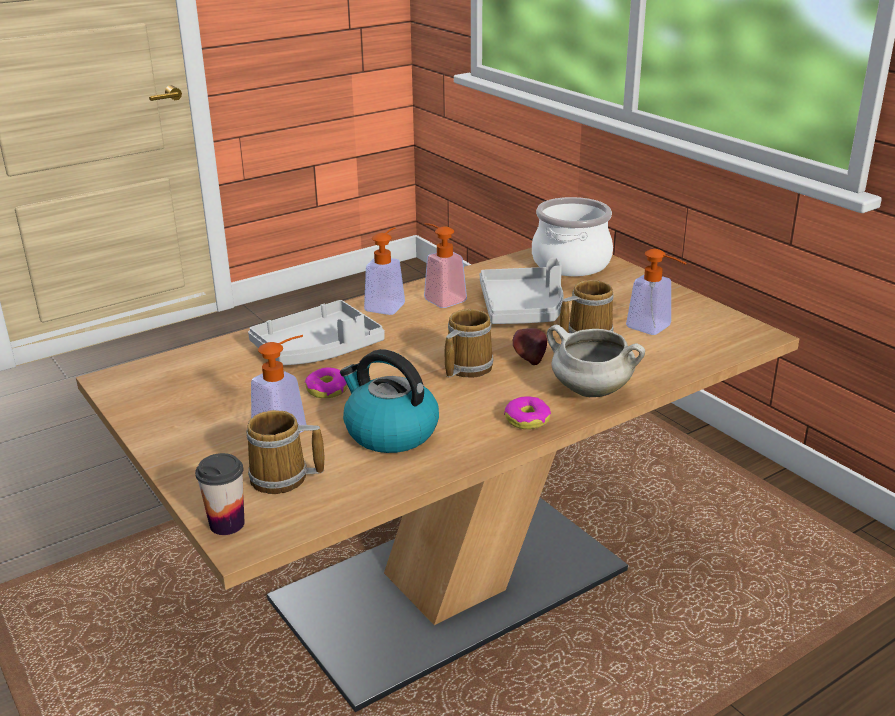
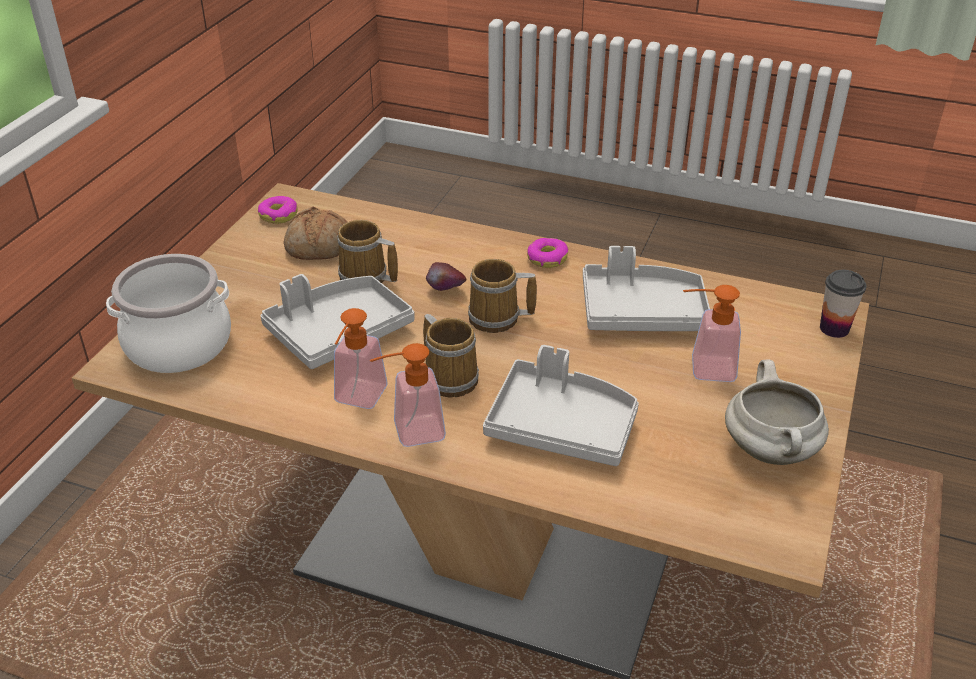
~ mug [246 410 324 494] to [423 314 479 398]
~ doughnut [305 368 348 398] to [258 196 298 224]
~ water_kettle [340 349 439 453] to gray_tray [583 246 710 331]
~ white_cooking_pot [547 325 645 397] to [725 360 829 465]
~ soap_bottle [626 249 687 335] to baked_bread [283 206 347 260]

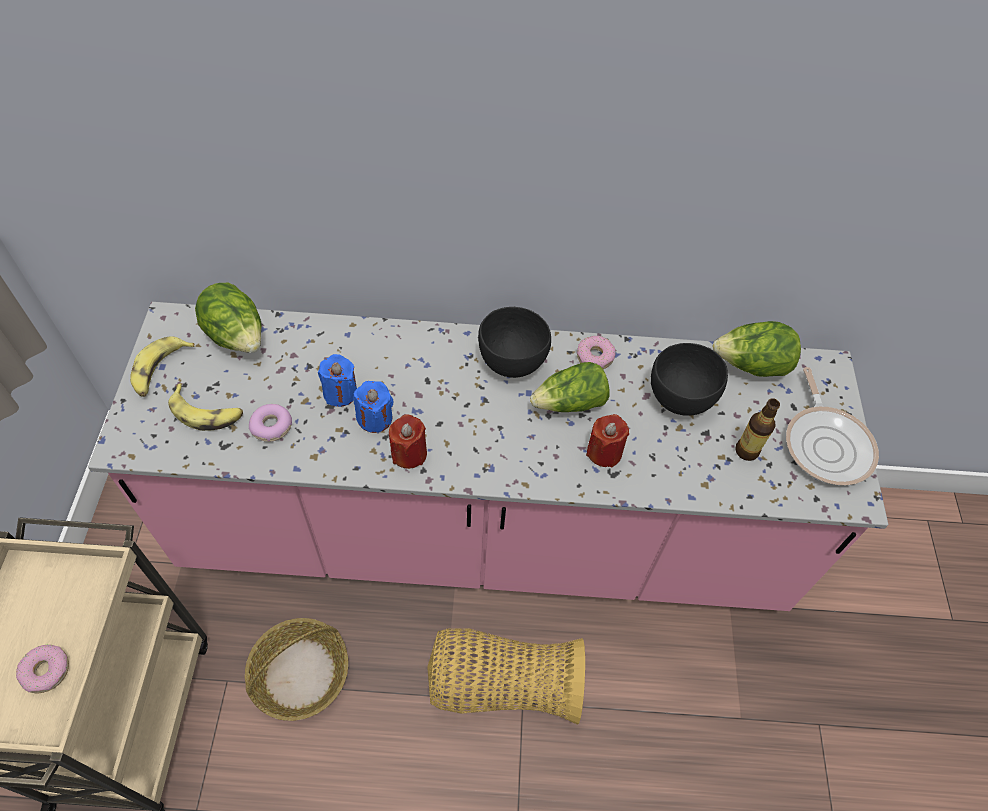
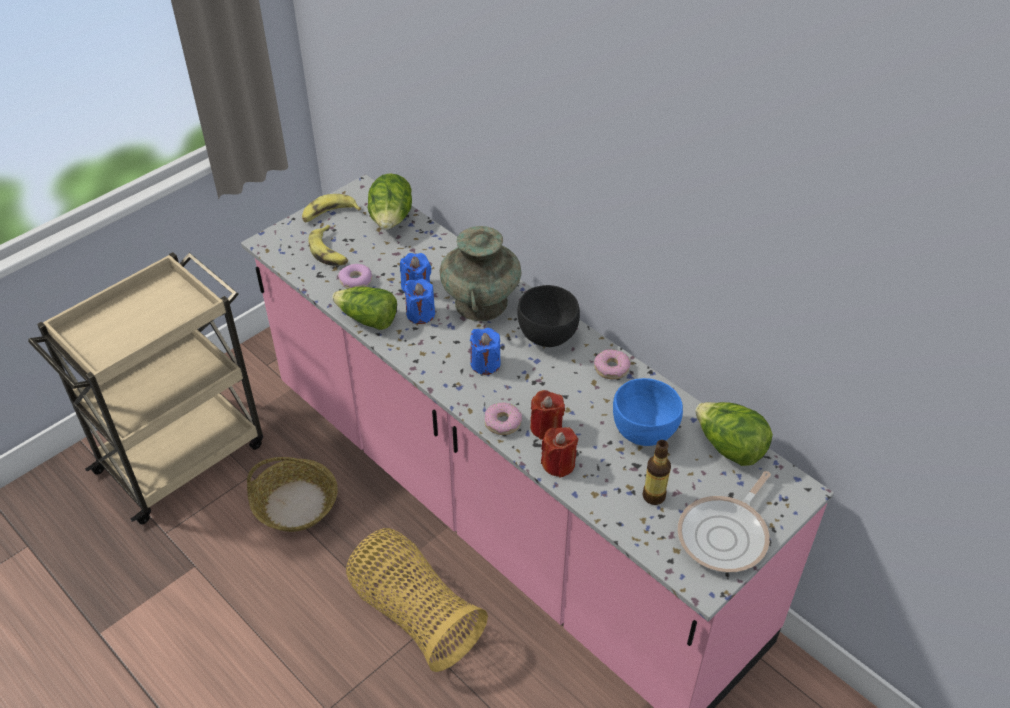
~ doughnut [16 645 69 693] to [485 402 522 435]
~ red-coloured_candle [389 414 427 469] to [541 427 578 478]
~ lettuce_head [530 362 610 412] to [332 287 397 330]
~ blackish_serving_bowl [651 343 728 416] to blue_serving_bowl [613 378 683 446]
+ turquoise_flower_vase [439 226 521 321]
+ blue_candle [470 328 501 375]

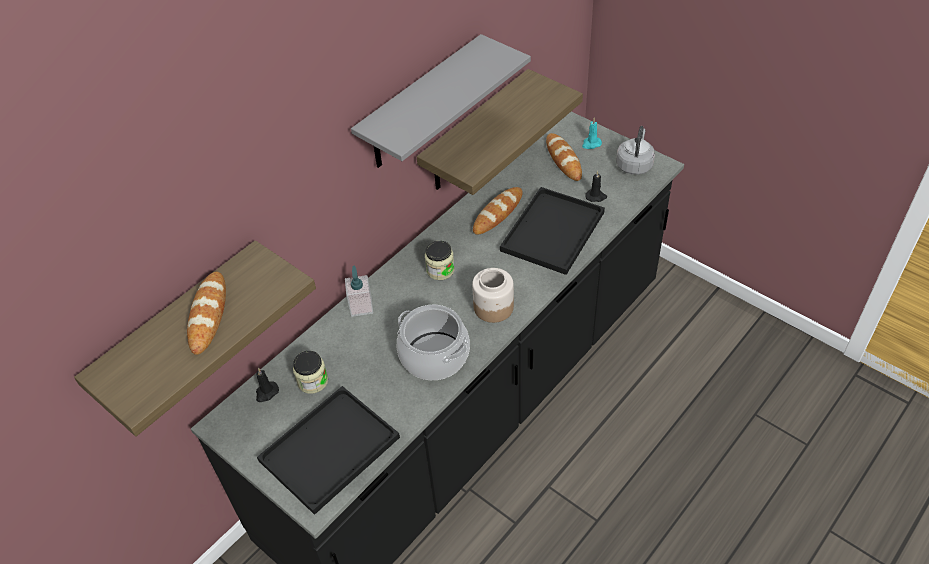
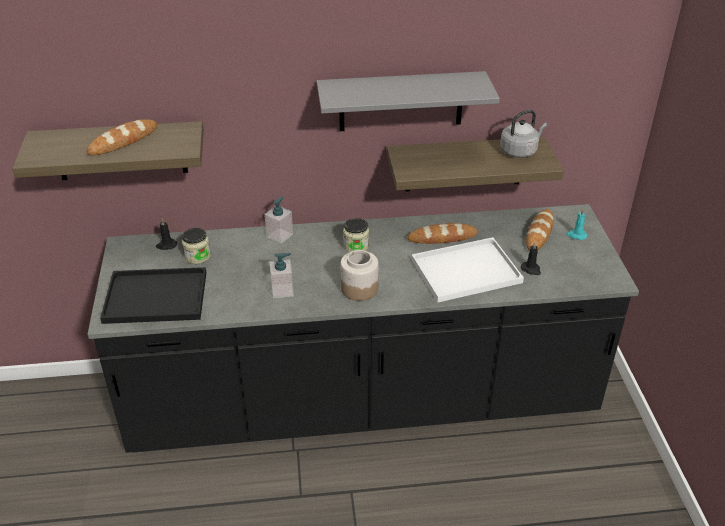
~ cooking_pot [397 305 470 380] to soap_bottle [269 253 294 299]
~ blackish_tray [500 187 605 275] to white_tray [411 237 524 303]
~ gray_water_kettle [616 126 655 175] to [500 110 547 158]

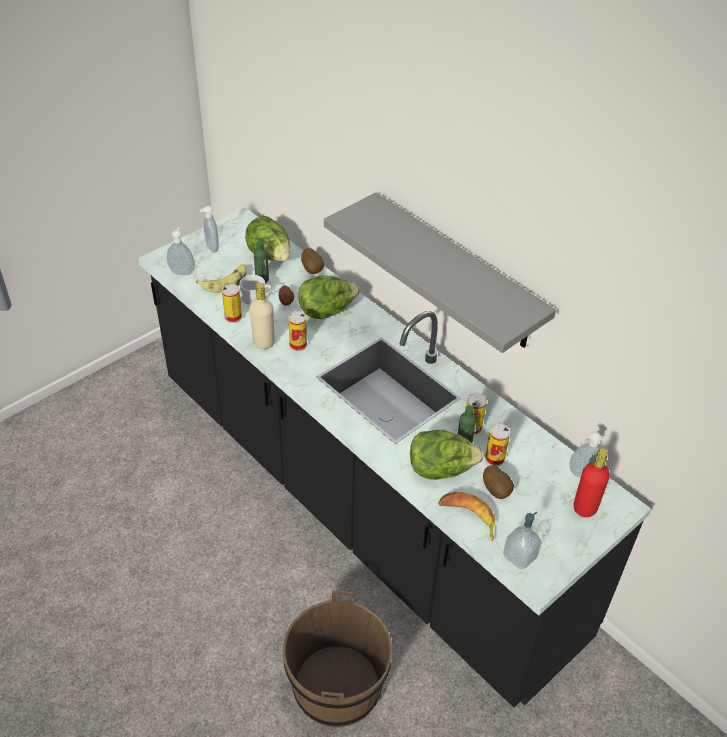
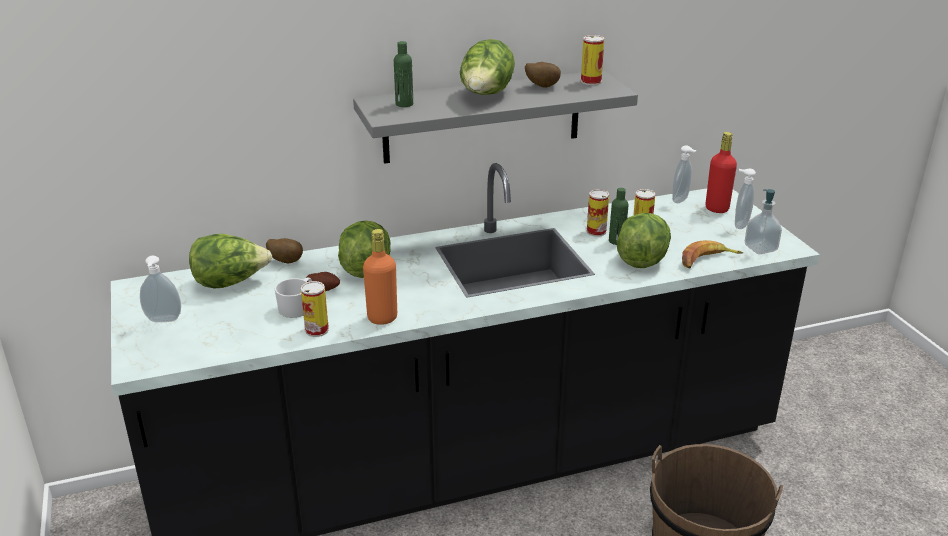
~ soap_bottle [167 228 195 275] to [735 169 756 229]
- whole_banana [196 264 246 293]
~ beige-coloured_drink_bottle [250 283 275 349] to orange-coloured_drink_bottle [363 229 397 325]
~ green-coloured_drink_bottle [254 240 269 283] to [394 41 413 107]
~ sealed_can [288 311 307 351] to [581 35 604 85]
~ potato [483 465 514 499] to [525 62 561 88]
+ lettuce_head [460 39 515 95]

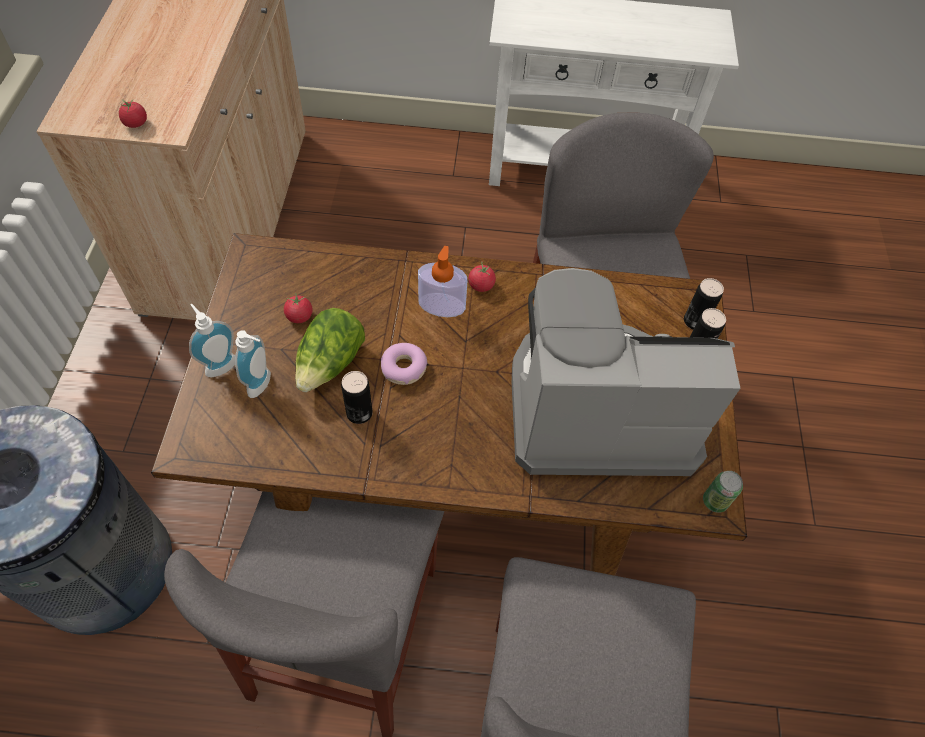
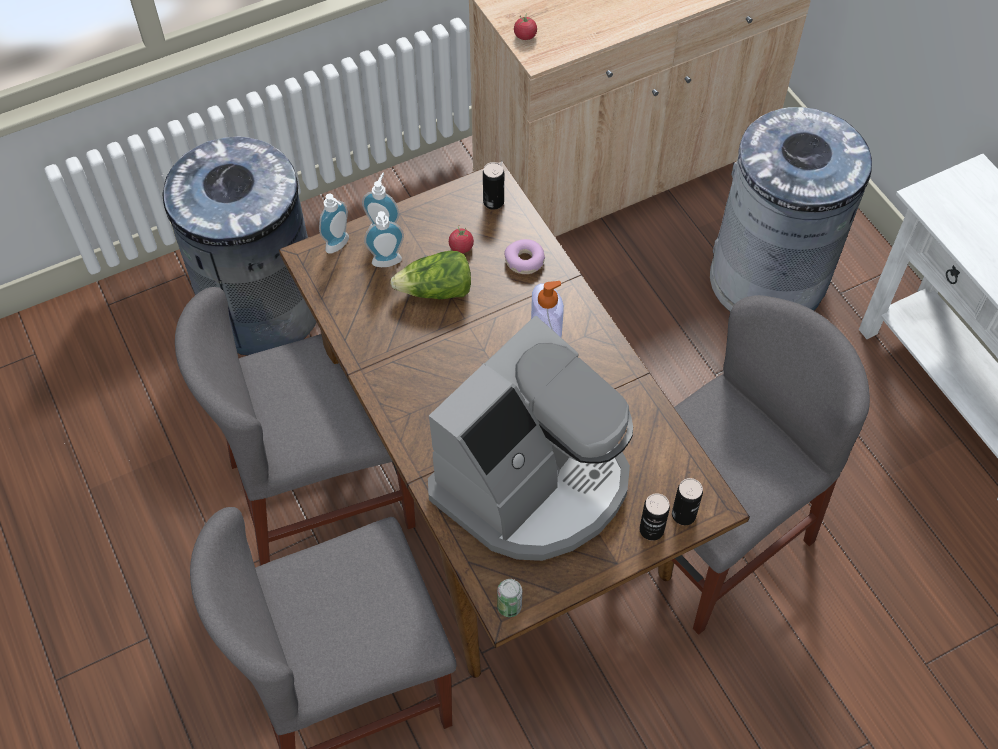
~ sealed_can [341 371 372 424] to [483 162 504 210]
~ doughnut [381 343 428 385] to [504 239 545 274]
- whole_tomato [469 261 496 292]
~ coffee_maker [512 268 741 476] = [428 316 633 561] 75 degrees clockwise
+ soap_bottle [319 193 349 254]
+ gray_rubbish_bin [710 107 872 311]

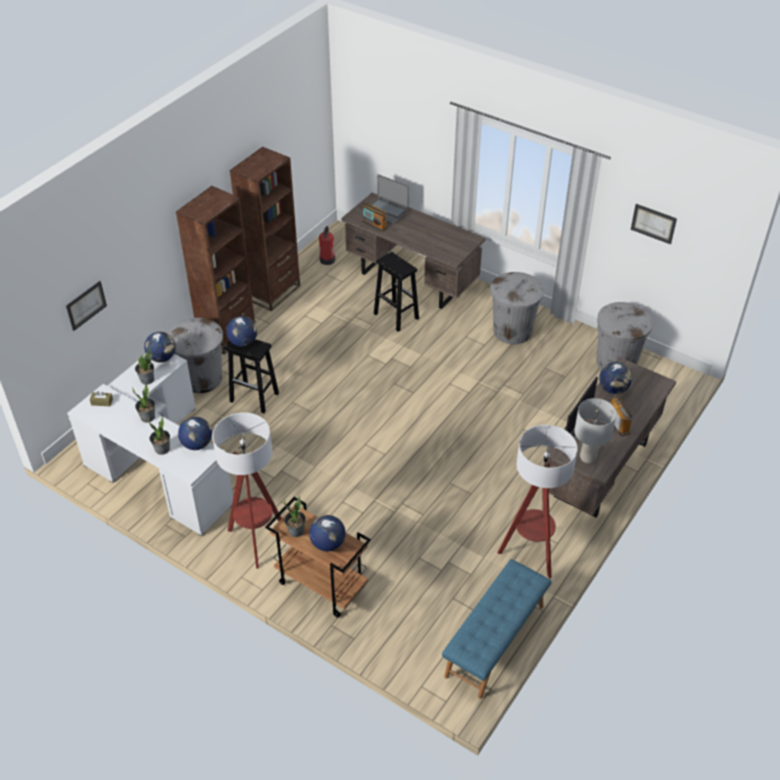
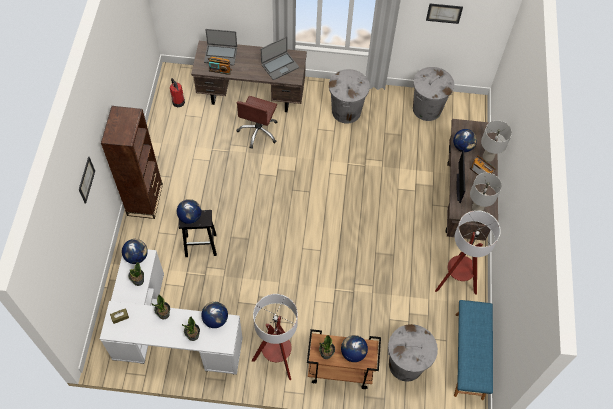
~ wall_picture [66 281 107 331] to [79 157 95 204]
~ gray_rubbish_bin [168 318 223 393] to [388 324 438 382]
- brown_bookshelf [230 147 300 311]
~ blackish_sitting_stool [374 252 419 332] to brown_office_chair [237 96 277 149]
+ portable_computer [261 37 299 80]
+ gray_table_lamp [481 120 512 162]

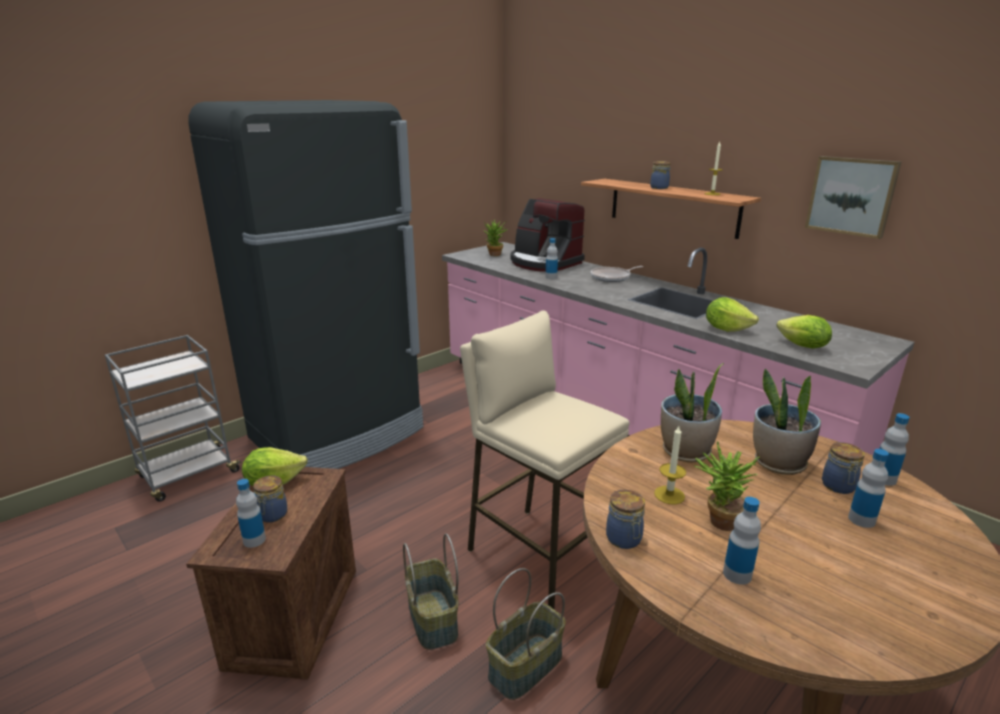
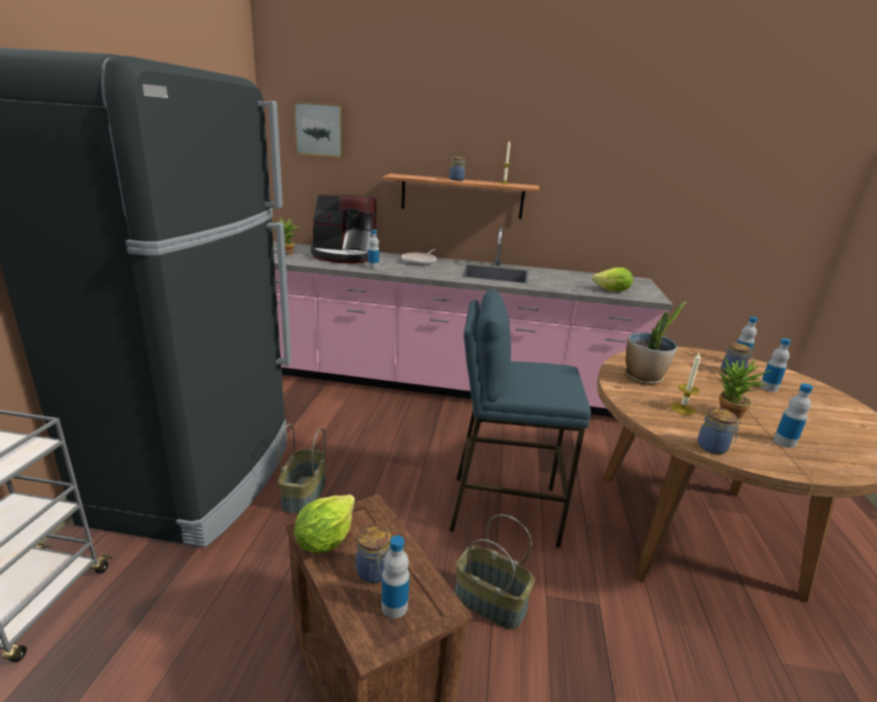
~ beige-coloured_sitting_stool [460 310 630 609] to blue_sitting_stool [450 288 591 548]
~ basket [486 568 566 700] to [278 424 326 514]
- lettuce_head [706 297 759 332]
- houseplant [753 369 821 475]
~ wall_picture [805 156 902 239] to [293 101 344 158]

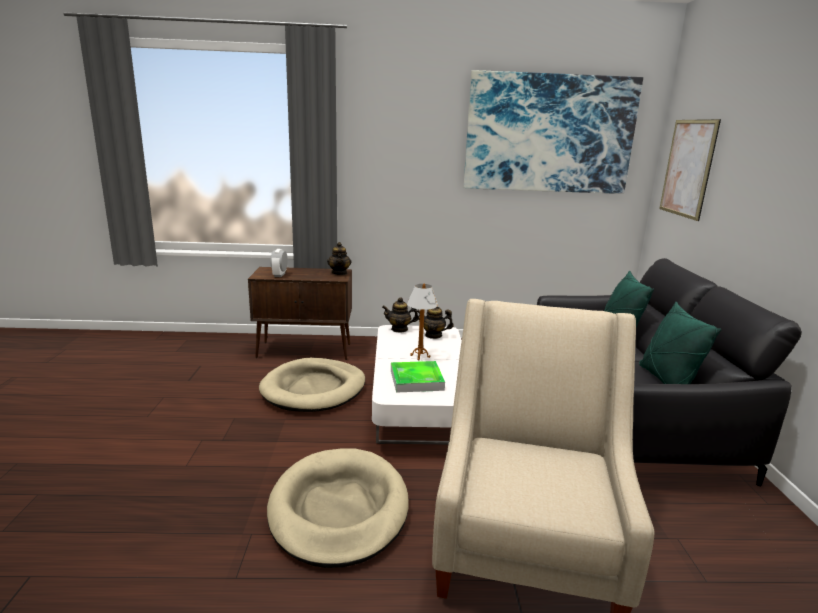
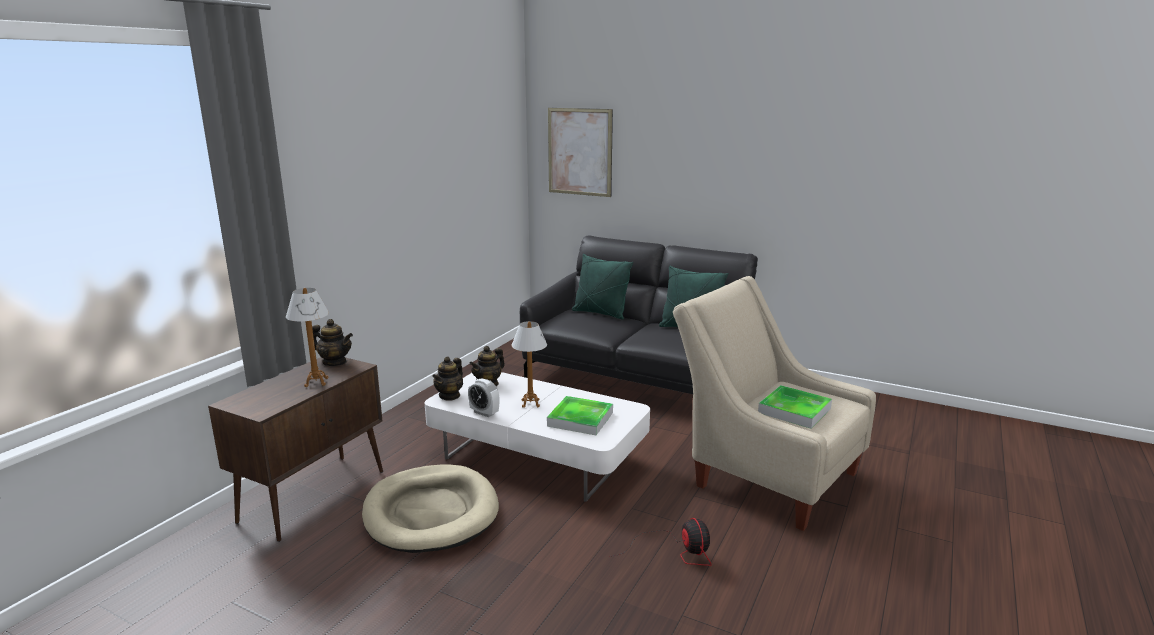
~ beige-coloured_dog_bed [267 448 409 568] to cooling_fan [613 518 712 566]
~ bedside_clock [270 249 288 277] to [468 378 499 417]
- wall_picture [464 70 643 194]
+ table_lamp [286 288 329 387]
+ tray [758 385 832 429]

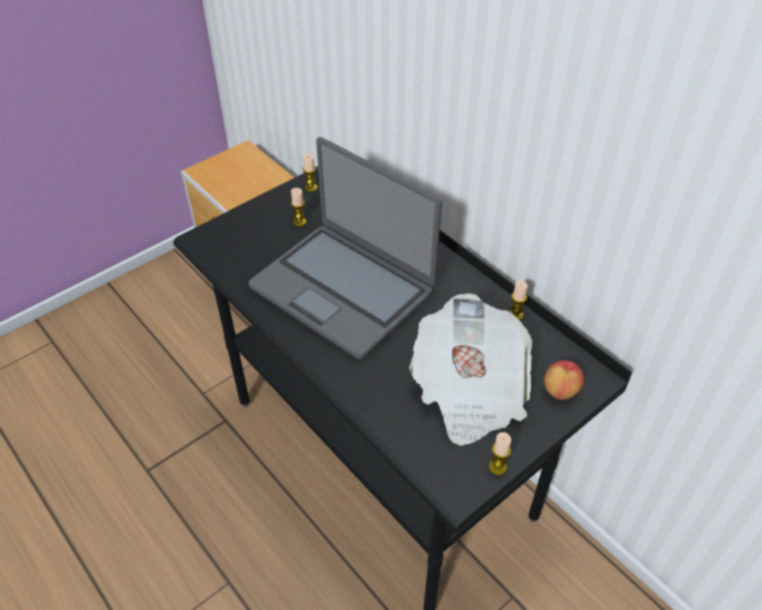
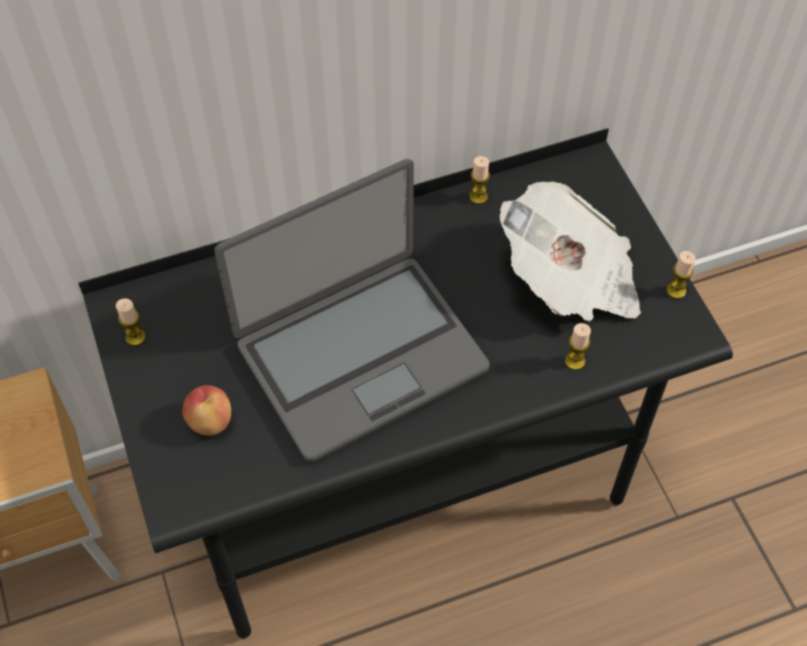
~ candle [291 188 307 227] to [565 323 591 370]
~ whole_apple [544 360 584 400] to [182 385 231 436]

